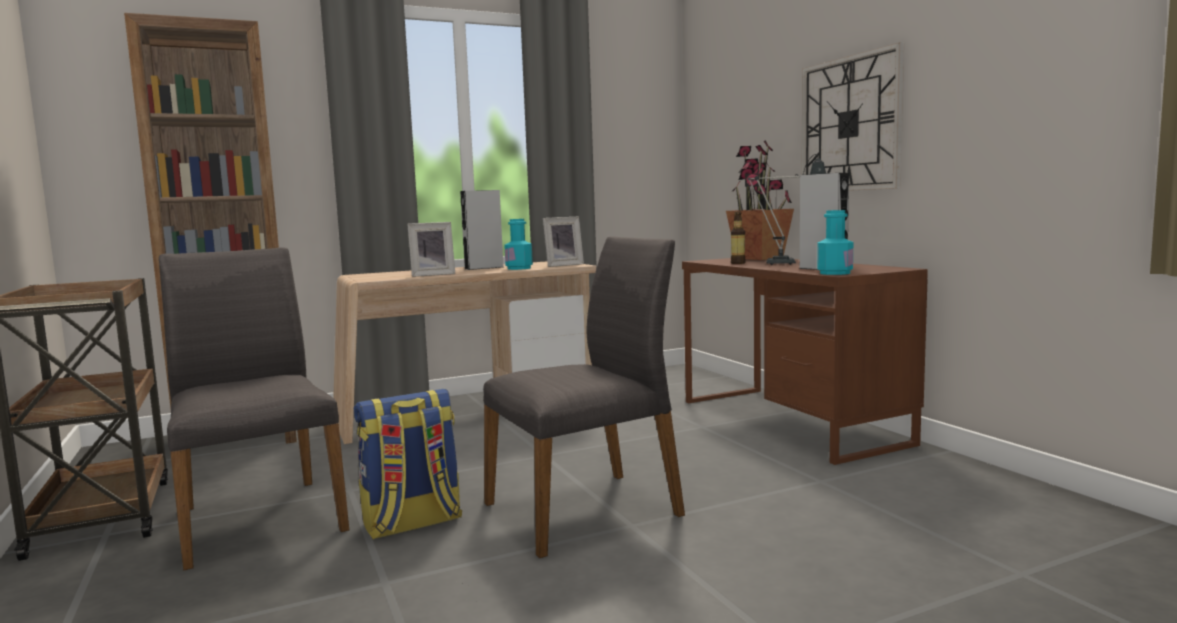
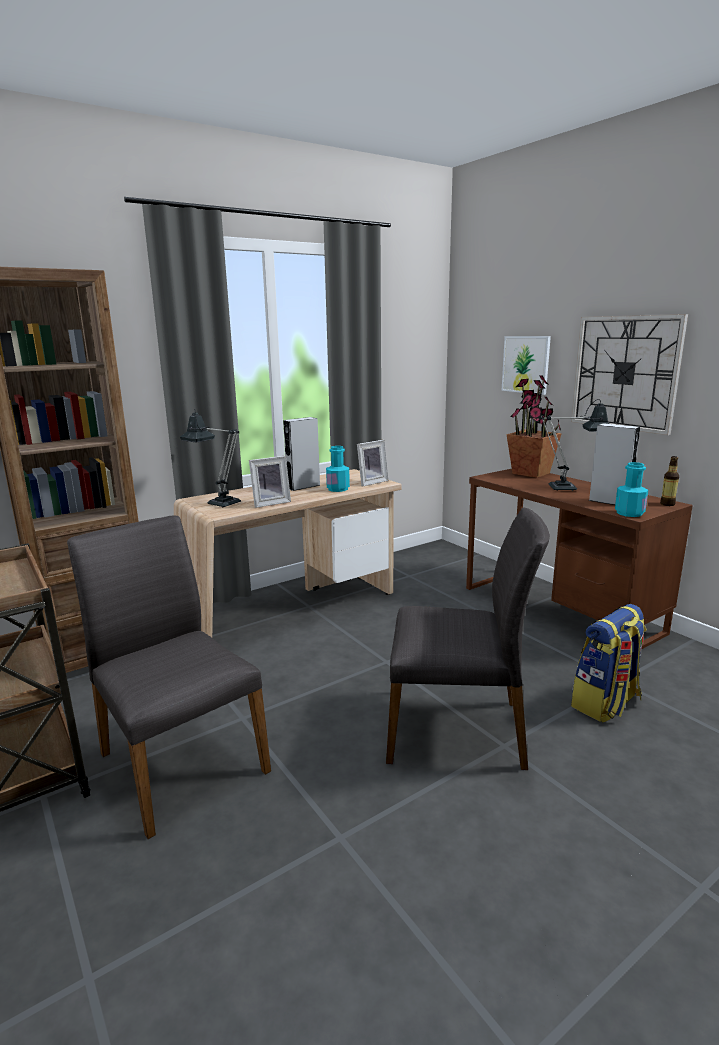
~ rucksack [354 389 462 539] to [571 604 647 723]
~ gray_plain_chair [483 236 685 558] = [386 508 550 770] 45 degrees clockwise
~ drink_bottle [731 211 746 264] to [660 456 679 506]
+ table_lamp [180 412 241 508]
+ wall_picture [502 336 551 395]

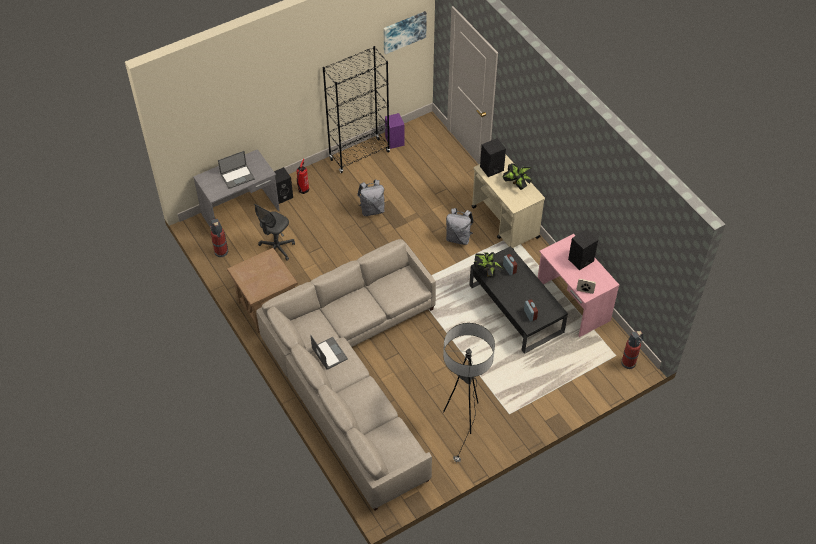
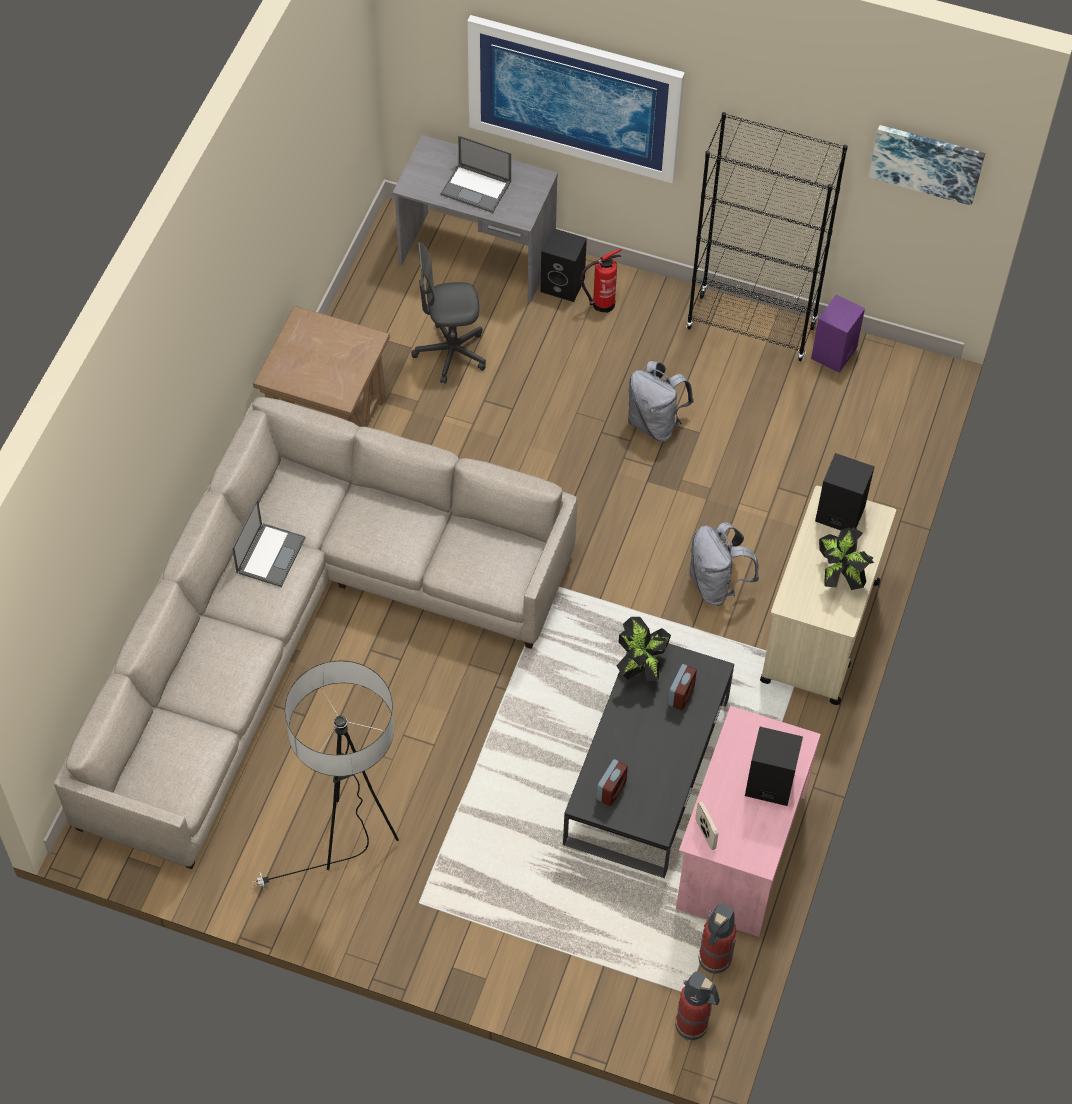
~ extinguisher [210 219 228 257] to [698 903 737 974]
+ wall_picture [467 15 685 183]

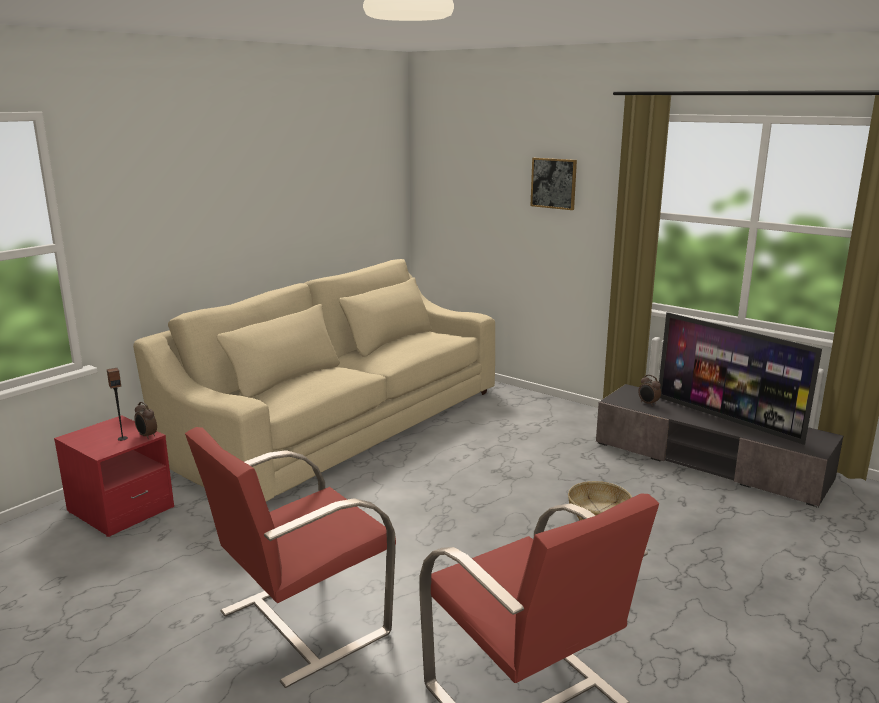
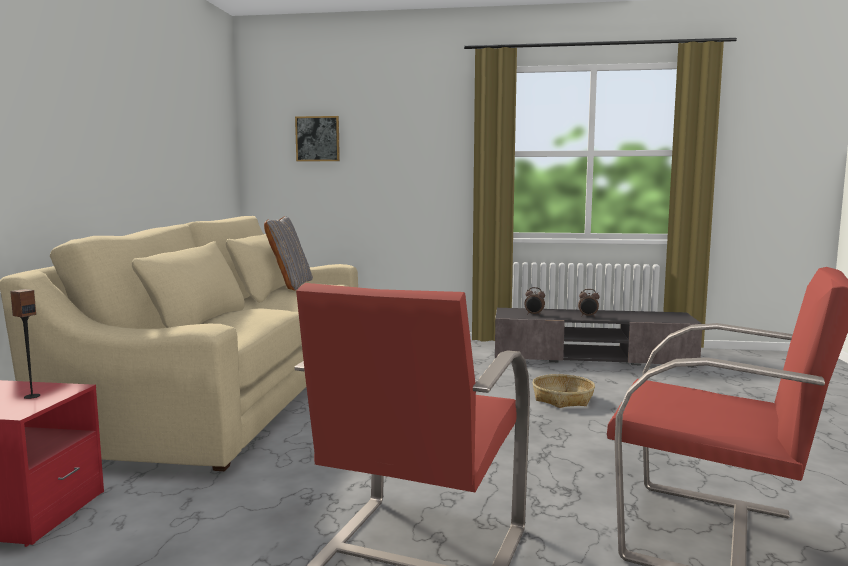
~ bedside_clock [134 402 157 439] to [578 289 600 317]
~ wall_picture [530 158 577 210] to [295 116 340 161]
- TV_set [659 312 822 445]
+ gray_cushion [264 217 313 290]

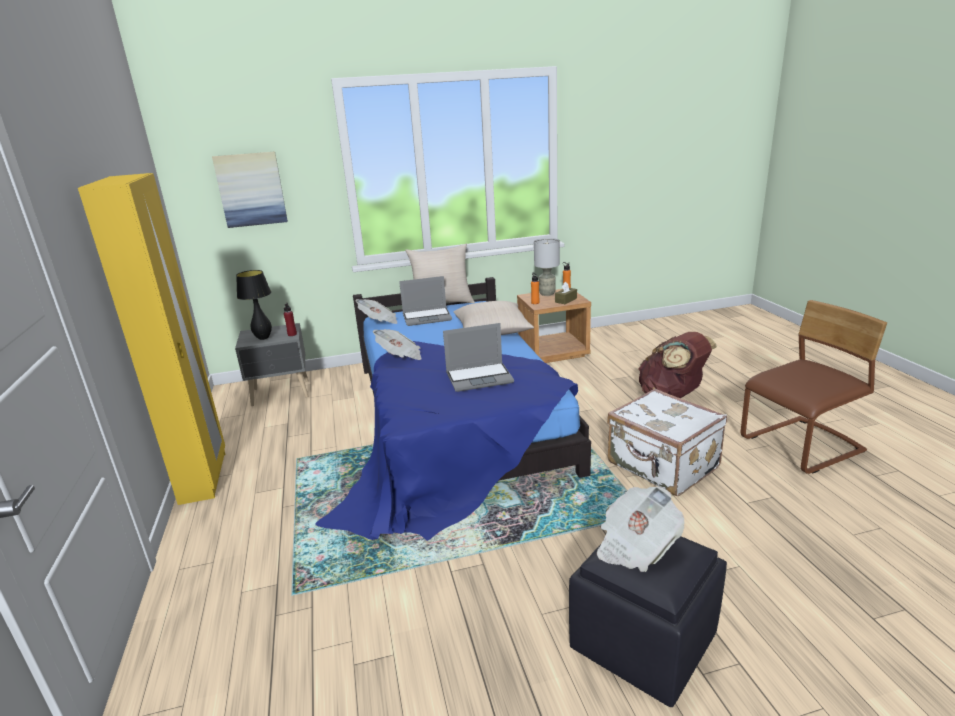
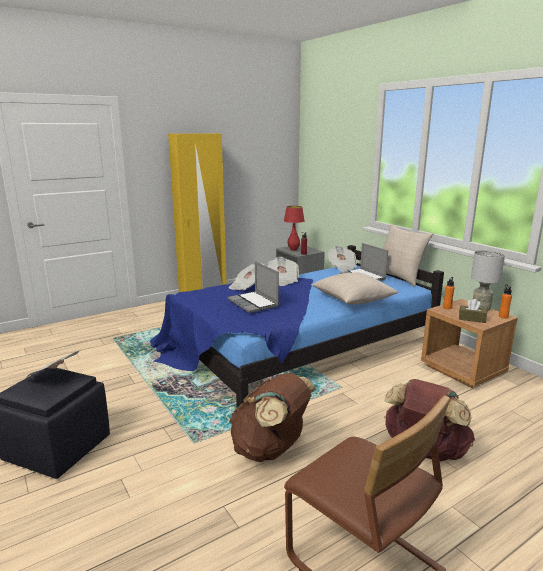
- wall_picture [212 152 288 228]
~ blackish_table_lamp [236 270 272 340] to red-coloured_table_lamp [284 206 305 251]
~ white_travel_case [607 389 727 496] to brown_rucksack [229 373 316 462]
+ printed_paper [229 263 264 291]

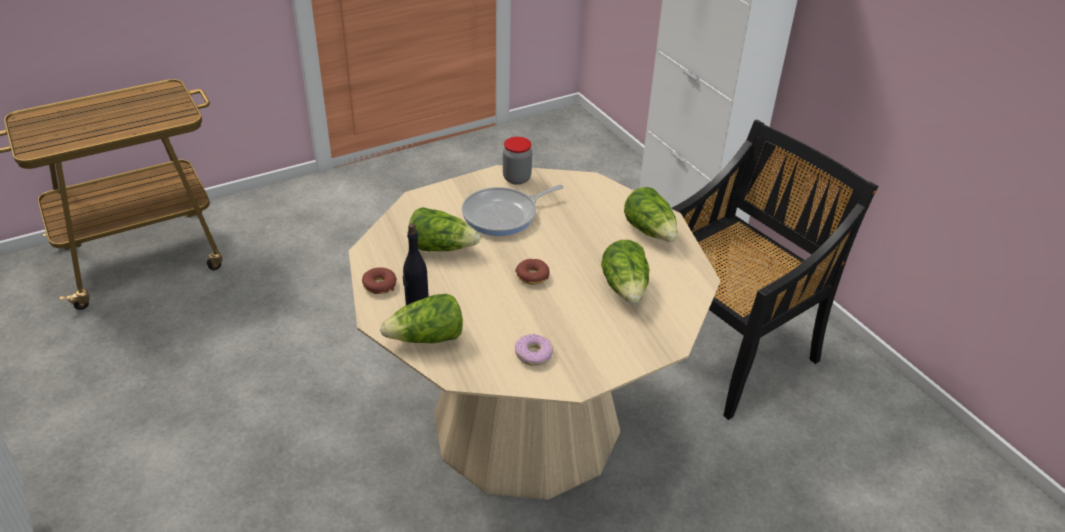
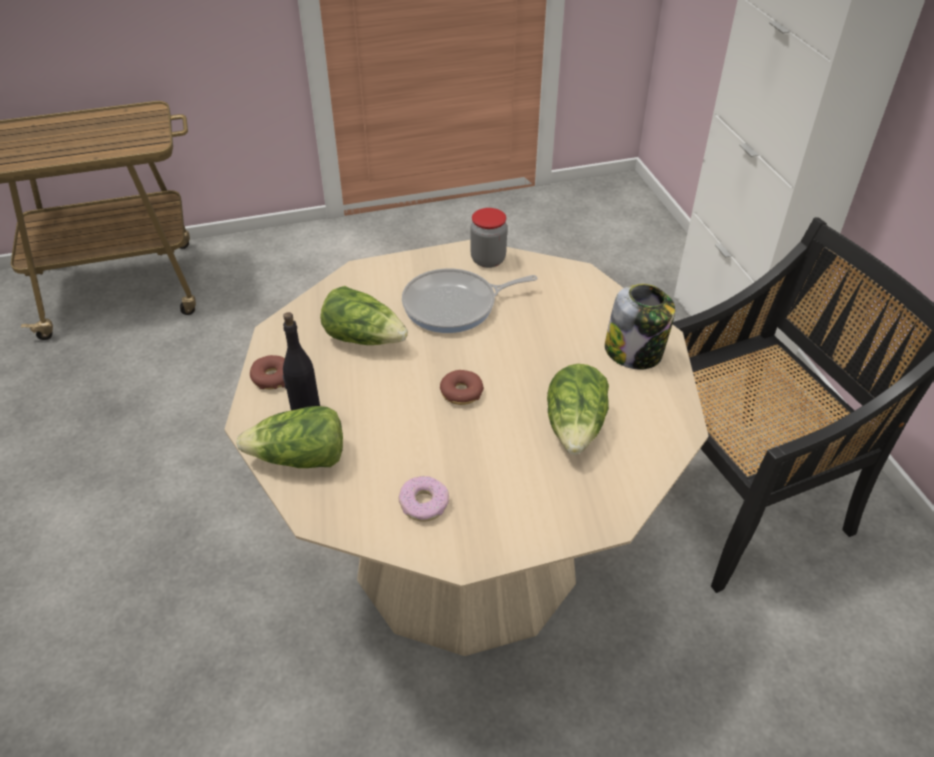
~ lettuce_head [624 187 678 242] to storage_jar [605 284 675 370]

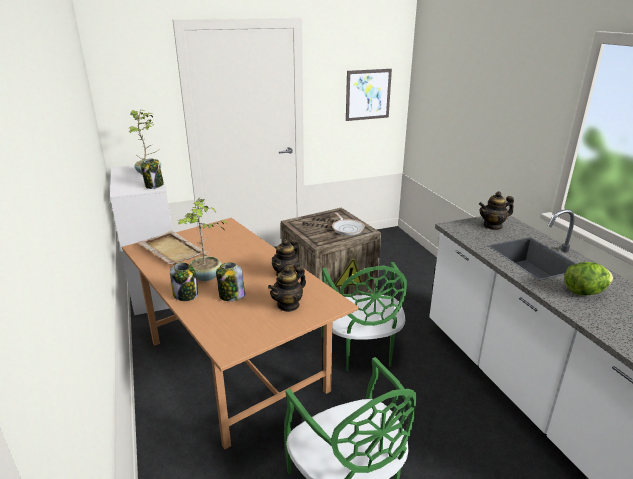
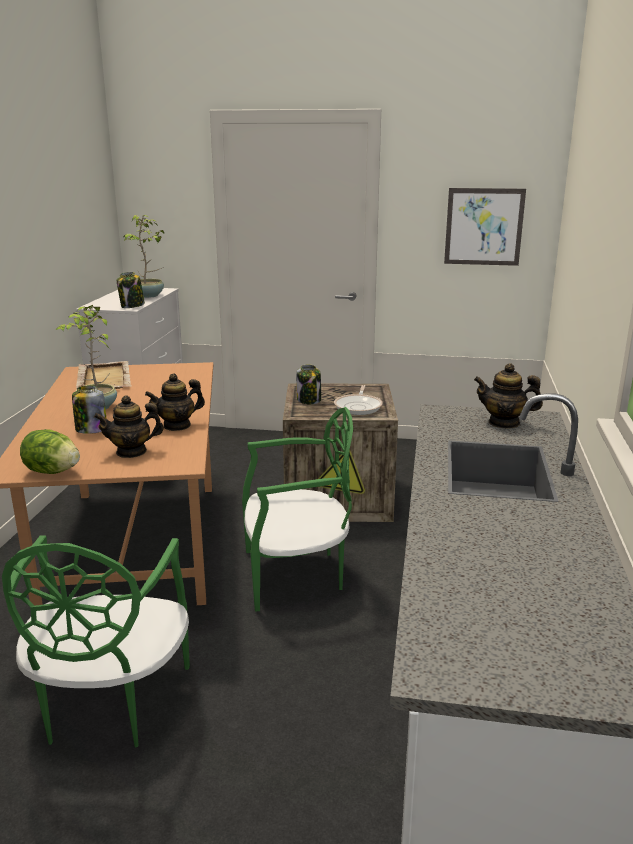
~ storage_jar [170 262 198 301] to [296 364 321 404]
~ green-coloured_plain_chair [322 262 407 372] = [242 407 353 611] 120 degrees counterclockwise
~ lettuce_head [564 262 613 295] to [20 429 80 474]

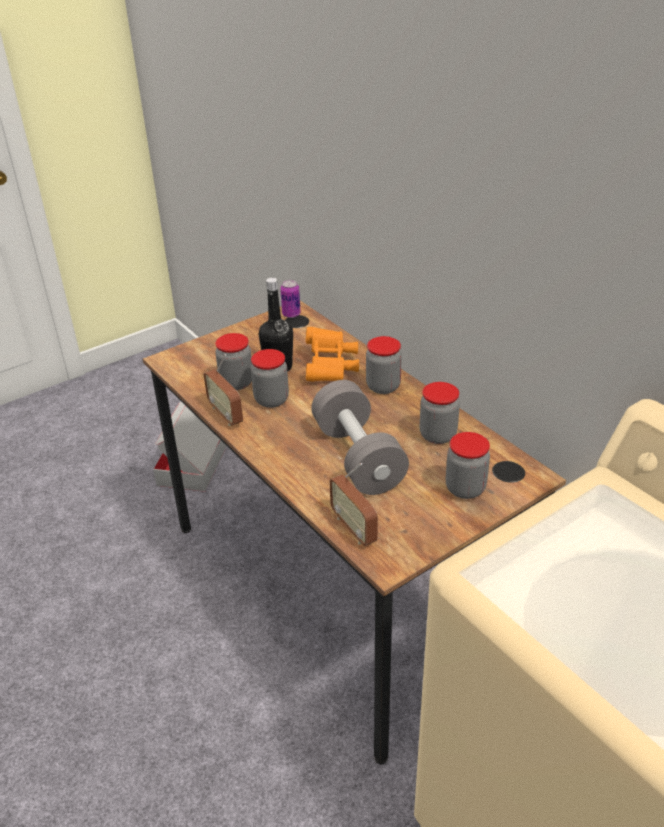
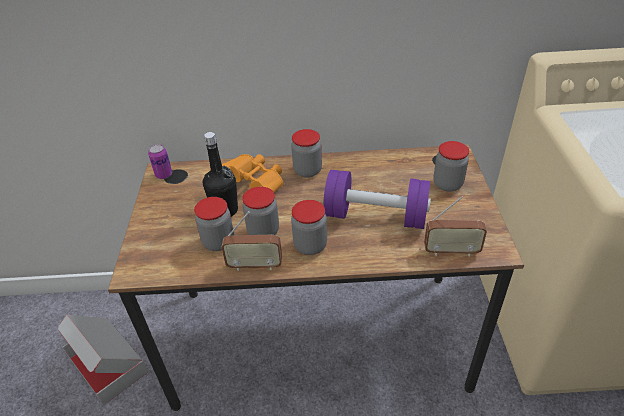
~ gray_dumbbell [312 380 409 495] to purple_dumbbell [323 170 431 229]
~ storage_jar [420 382 460 444] to [291 200 327 255]

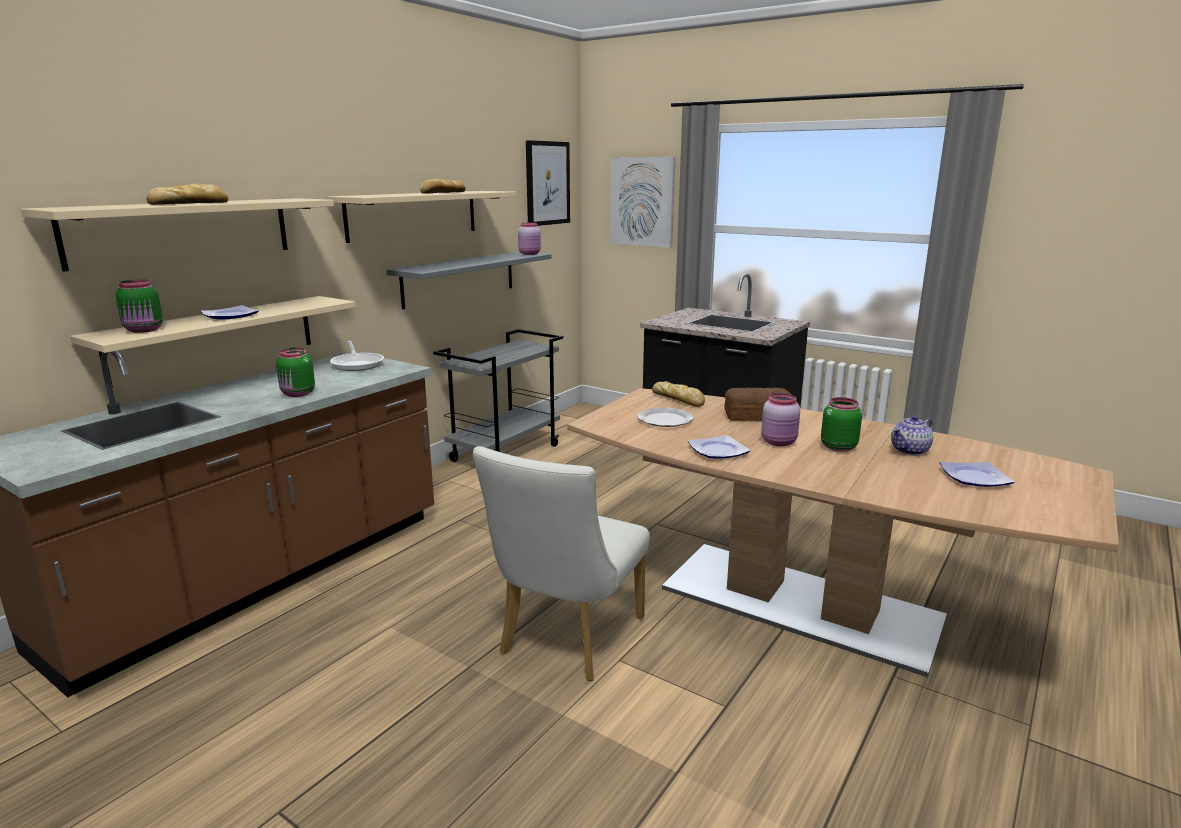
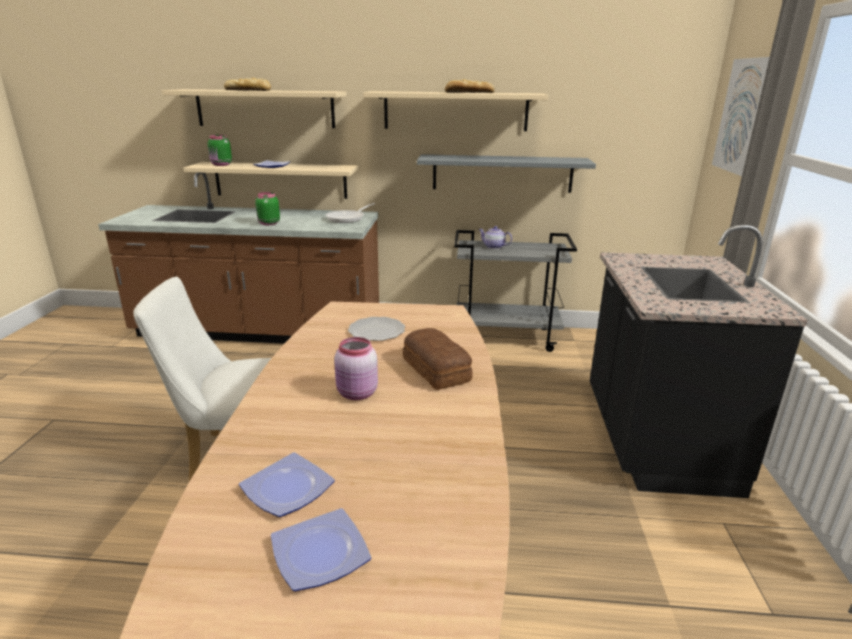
- pink_storage_jar [518 223 541 255]
- wall_picture [526 140 570 226]
- baked_bread [652 381 705 407]
~ dinner_plate [688 435 751 459] to [239 452 335 517]
- green-coloured_storage_jar [821 397 862 452]
~ pot_for_tea [891 415 933 456] to [479 226 512 249]

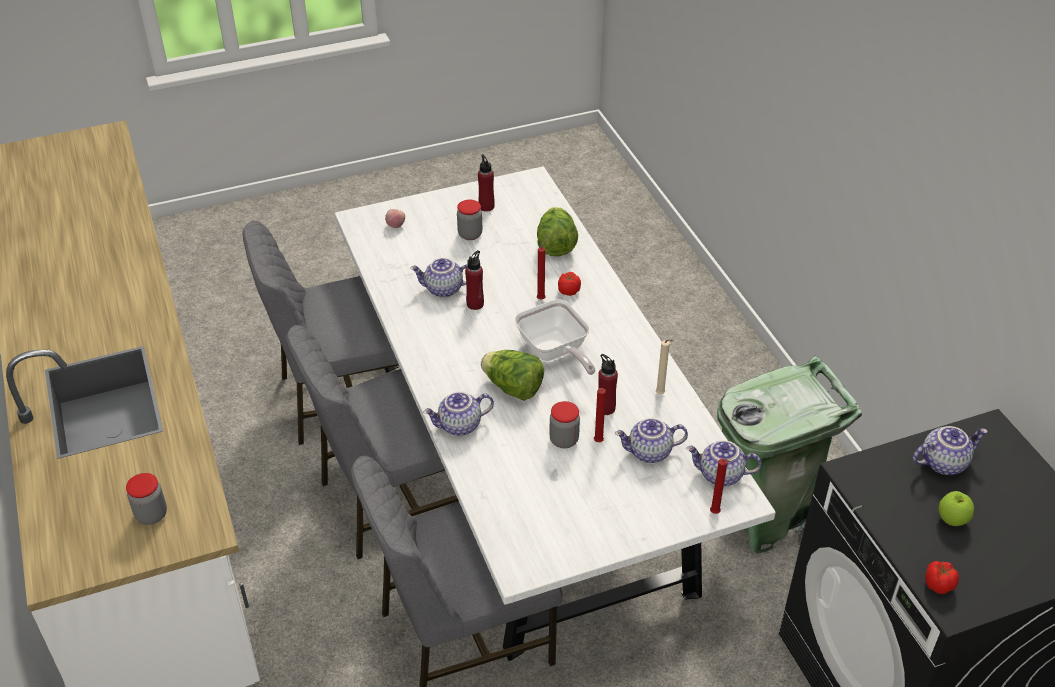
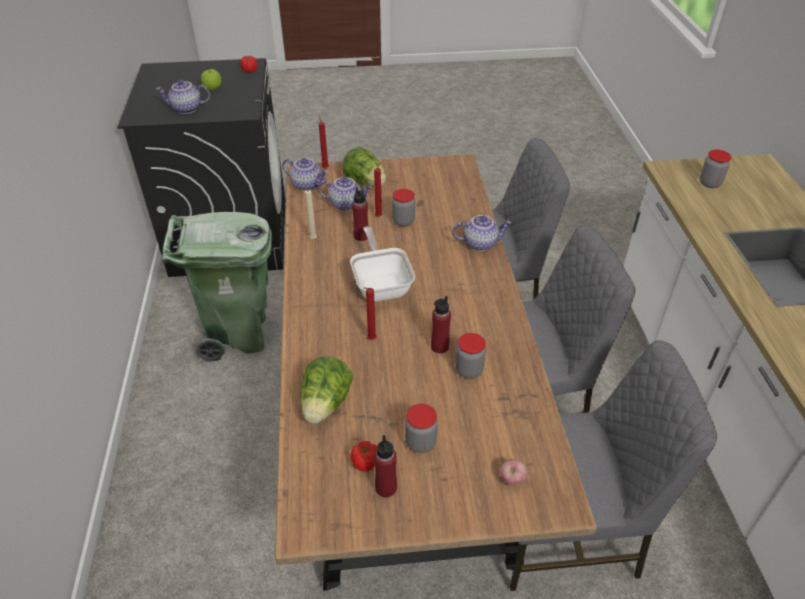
~ white_kitchen_table [335 166 776 661] to brown_kitchen_table [275 154 597 591]
~ pot_for_tea [410 258 467 298] to storage_jar [455 333 486 378]
~ lettuce_head [481 350 544 401] to [342 147 386 186]
~ whole_tomato [558 272 581 296] to [350 441 377 472]

